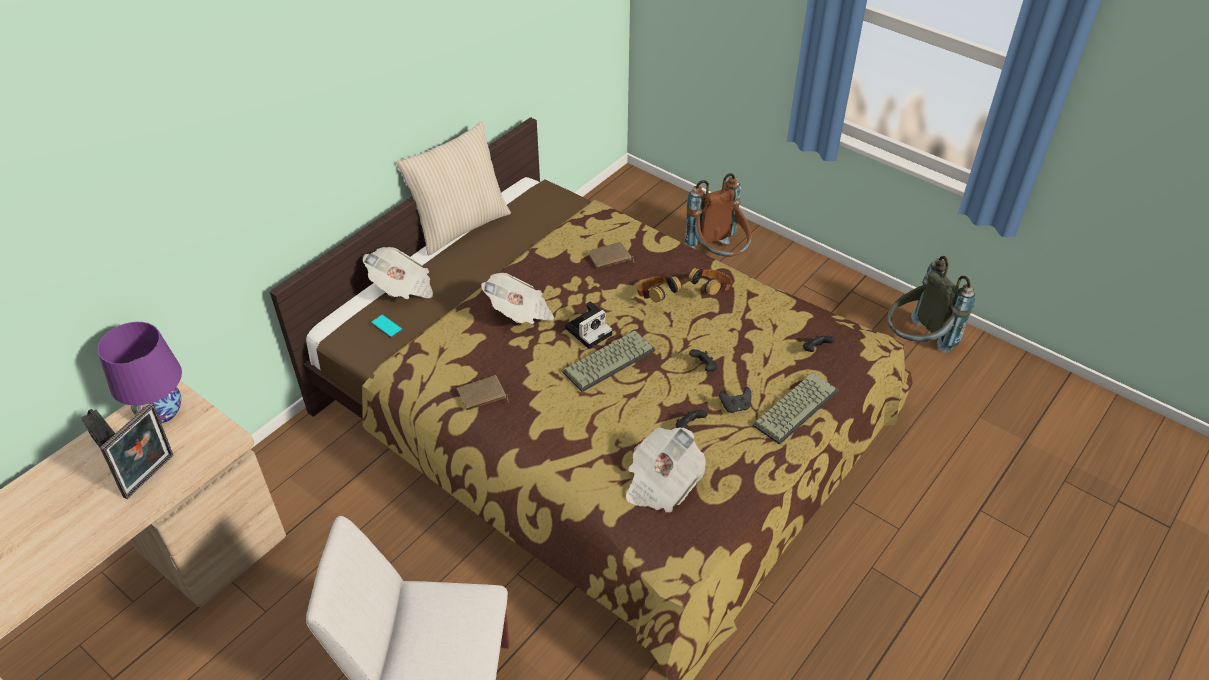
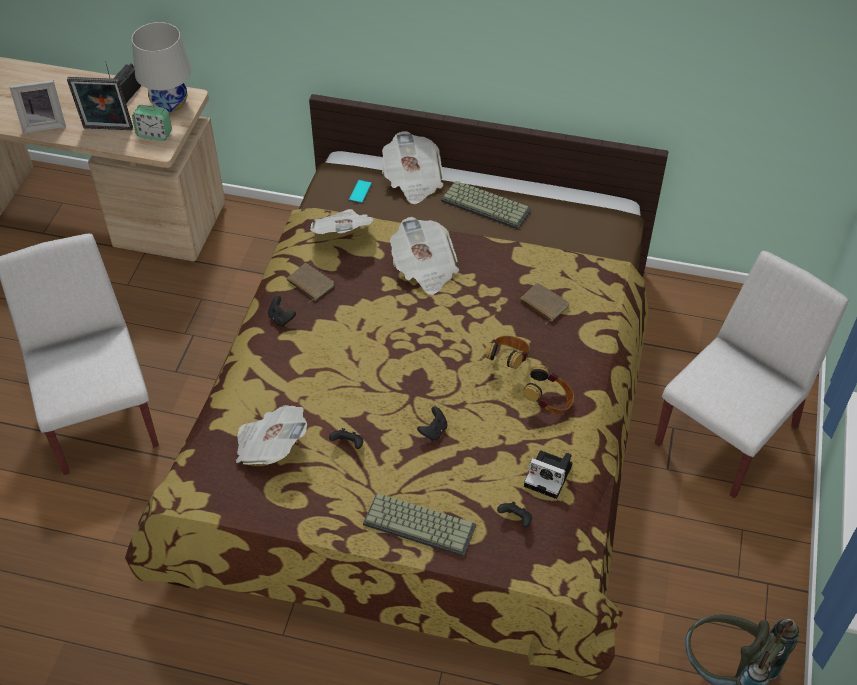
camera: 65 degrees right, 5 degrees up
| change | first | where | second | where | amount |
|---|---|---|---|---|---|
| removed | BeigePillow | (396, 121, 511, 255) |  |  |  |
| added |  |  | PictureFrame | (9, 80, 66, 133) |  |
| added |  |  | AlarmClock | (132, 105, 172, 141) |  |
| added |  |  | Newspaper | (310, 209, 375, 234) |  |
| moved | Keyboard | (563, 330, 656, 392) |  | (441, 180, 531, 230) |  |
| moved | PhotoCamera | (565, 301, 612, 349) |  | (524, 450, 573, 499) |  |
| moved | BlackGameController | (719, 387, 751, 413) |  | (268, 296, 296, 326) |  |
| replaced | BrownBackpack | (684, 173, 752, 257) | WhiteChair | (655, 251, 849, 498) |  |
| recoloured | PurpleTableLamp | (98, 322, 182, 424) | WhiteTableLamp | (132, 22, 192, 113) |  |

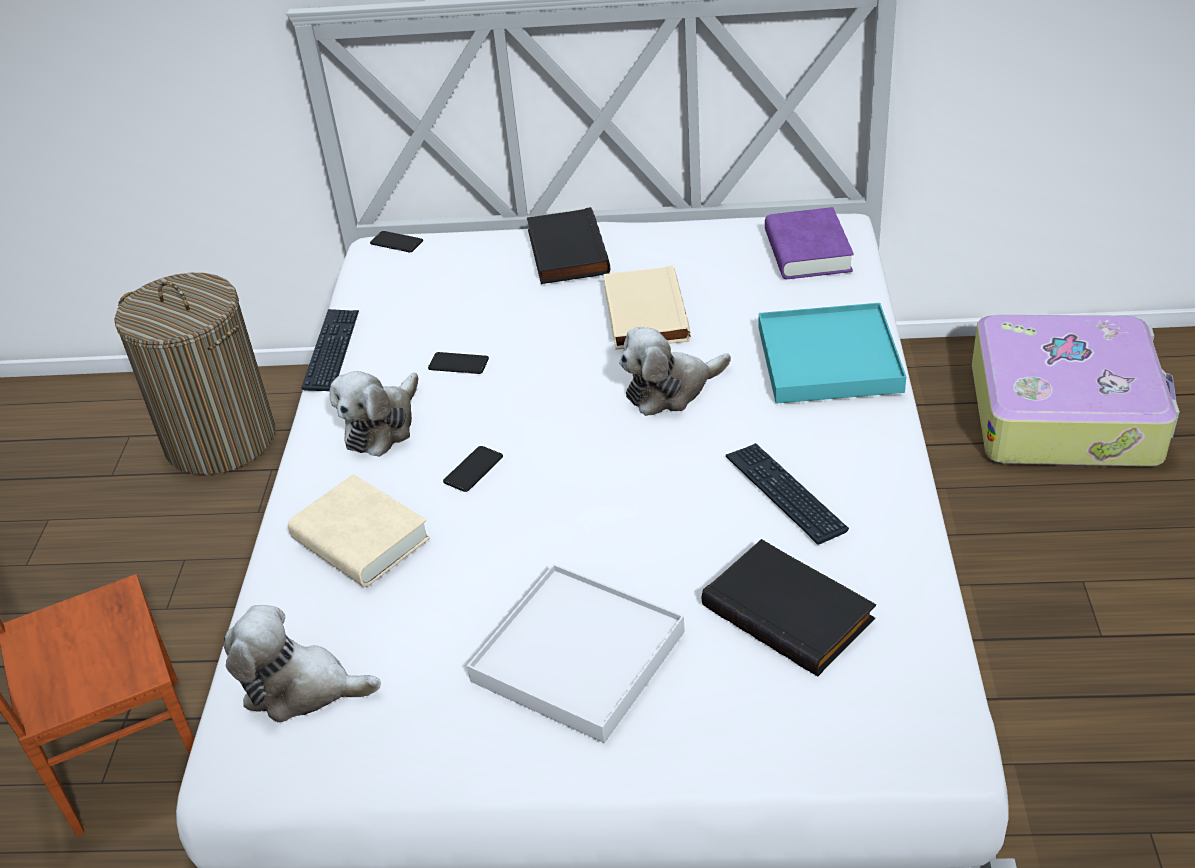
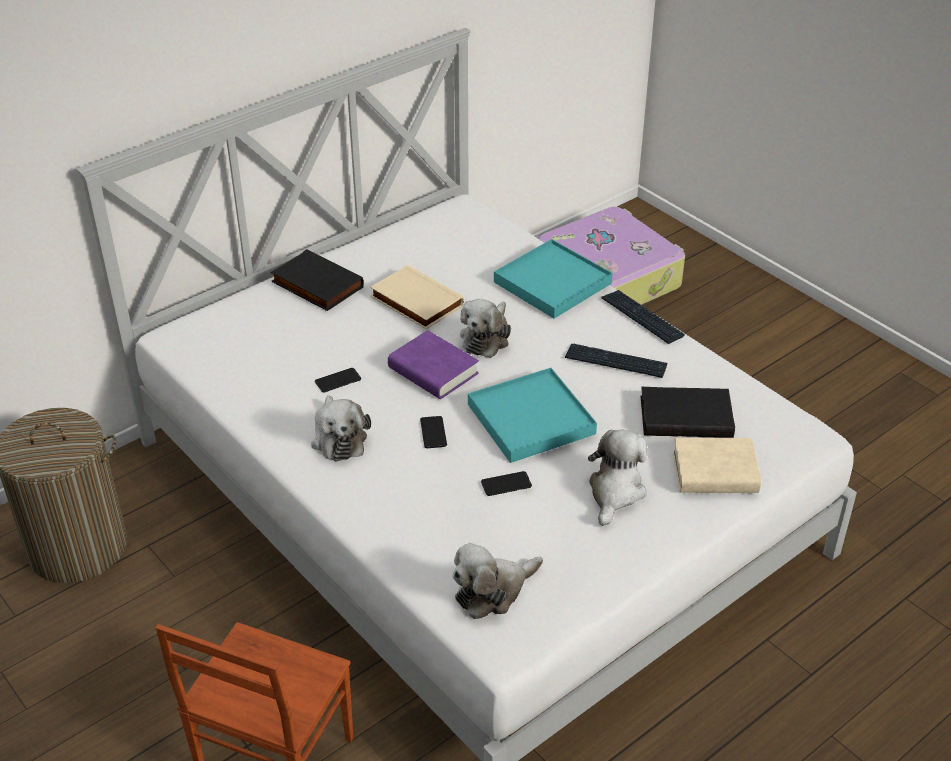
camera: 45 degrees left, 0 degrees up
| change | first | where | second | where | amount |
|---|---|---|---|---|---|
| added |  |  | TurquoiseTray | (468, 368, 597, 463) |  |
| moved | BeigeBook | (288, 474, 430, 587) |  | (673, 438, 761, 493) |  |
| moved | Keyboard | (301, 309, 359, 391) |  | (601, 290, 685, 344) |  |
| moved | Phone | (370, 231, 423, 252) |  | (481, 471, 532, 496) |  |
| moved | PurpleBook | (765, 207, 854, 279) |  | (388, 330, 479, 399) |  |
| replaced | WhiteTray | (467, 564, 685, 743) | PlushToy | (588, 430, 647, 526) |  |

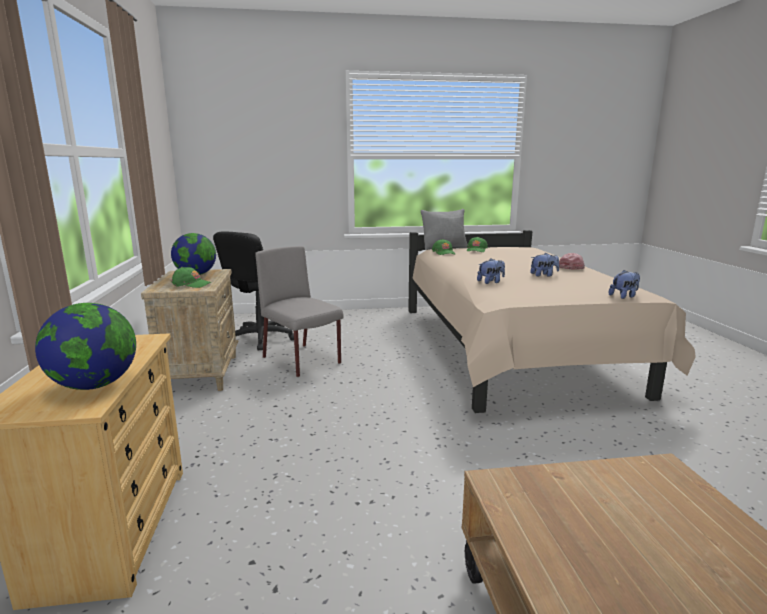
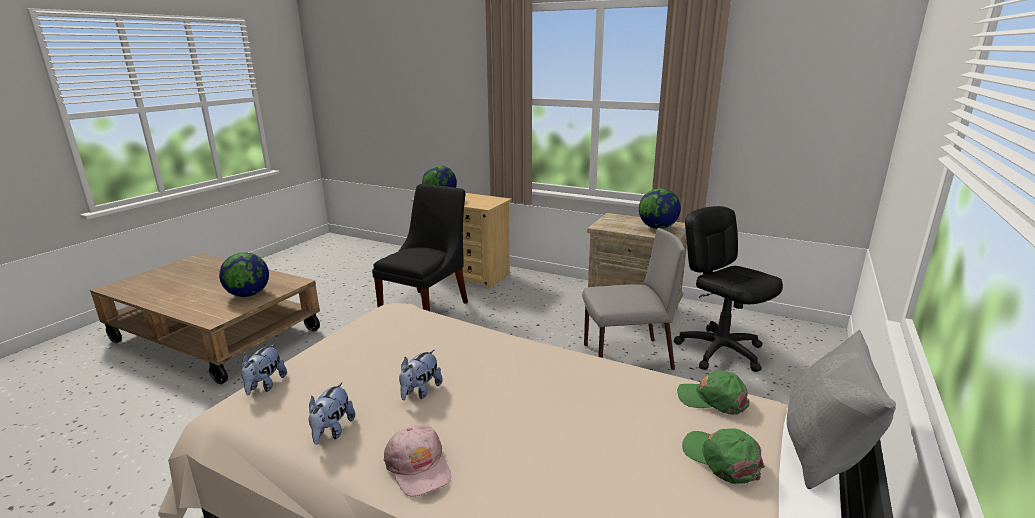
camera: 125 degrees right, 5 degrees up
| change | first | where | second | where | amount |
|---|---|---|---|---|---|
| removed | GreenCap | (171, 267, 212, 288) |  |  |  |
| added |  |  | Globe | (219, 252, 269, 297) |  |
| added |  |  | BlackChair | (372, 184, 468, 311) |  |
| moved | PlushToy | (477, 258, 505, 284) |  | (309, 382, 355, 445) |  |

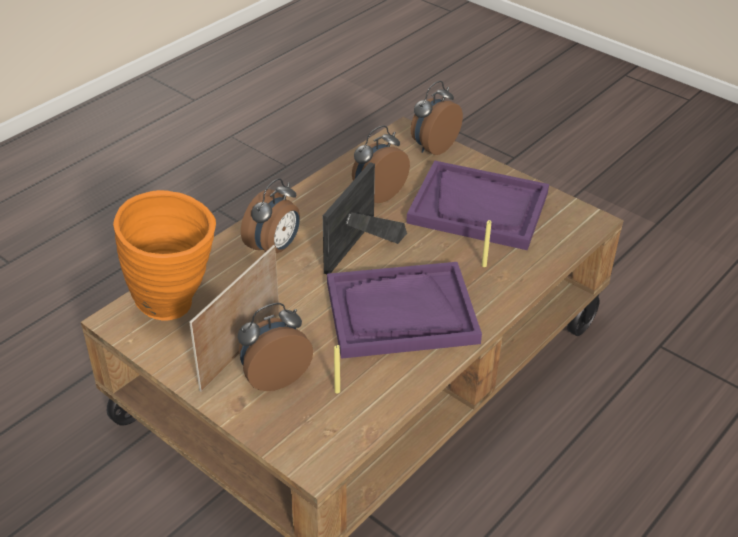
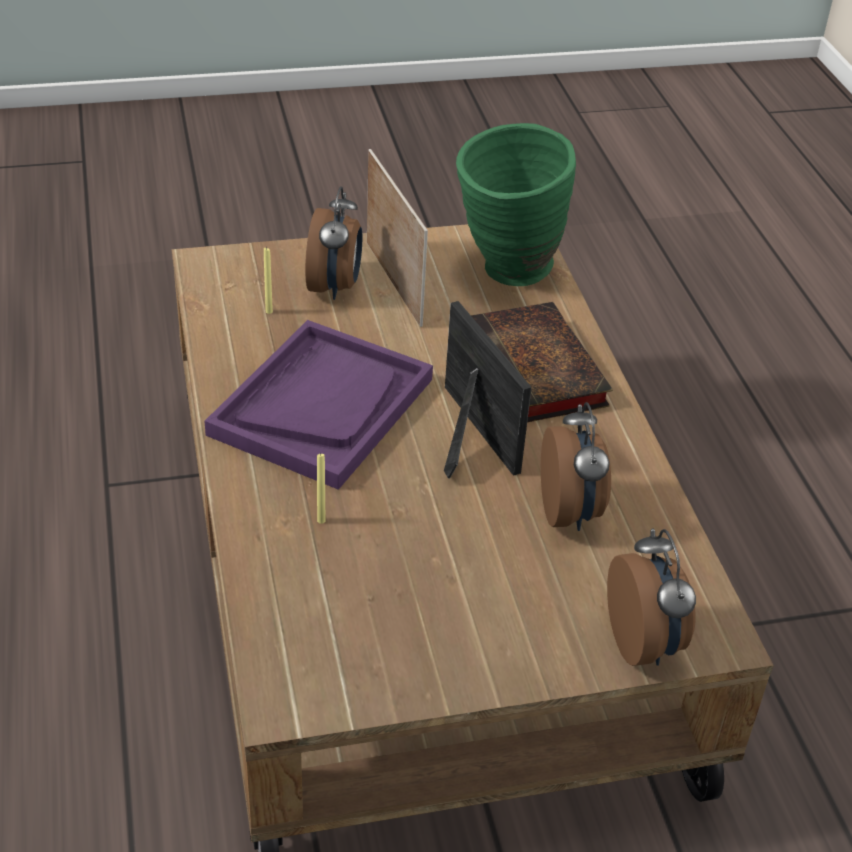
camera: 125 degrees right, 0 degrees up
| change | first | where | second | where | amount |
|---|---|---|---|---|---|
| removed | PurpleTray | (406, 160, 549, 250) |  |  |  |
| replaced | AlarmClock | (241, 178, 300, 253) | Book | (471, 302, 613, 422) |  |
| recoloured | OrangeVase | (113, 190, 216, 321) | GreenVase | (456, 123, 576, 286) |  |

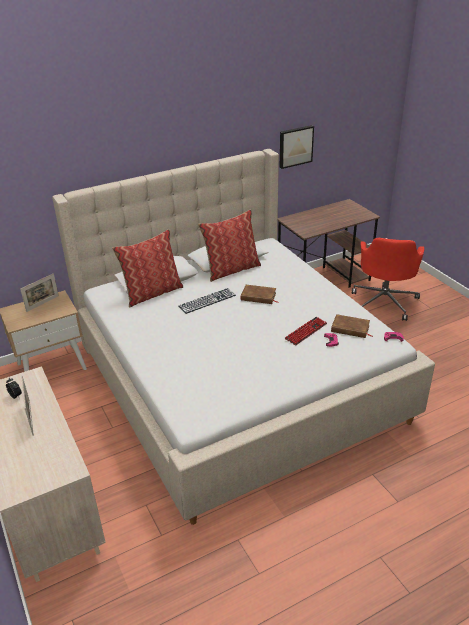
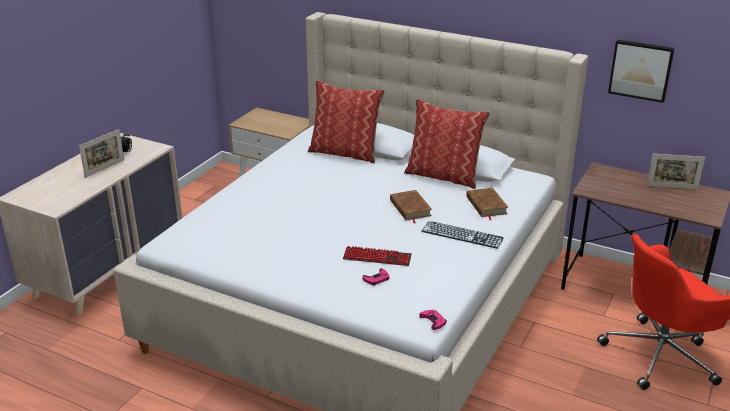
camera: 55 degrees right, 5 degrees down
| change | first | where | second | where | amount |
|---|---|---|---|---|---|
| moved | PictureFrame | (20, 273, 59, 312) |  | (647, 154, 705, 189) |  |
| moved | Keyboard | (179, 288, 236, 314) |  | (421, 221, 504, 249) |  |
| moved | BrownBook | (331, 314, 372, 338) |  | (466, 188, 508, 220) |  |

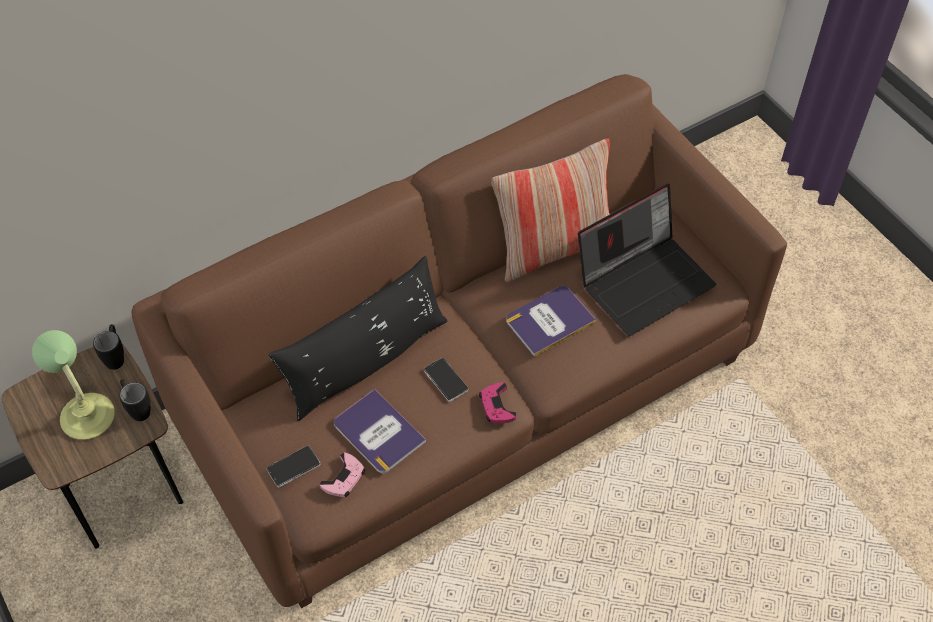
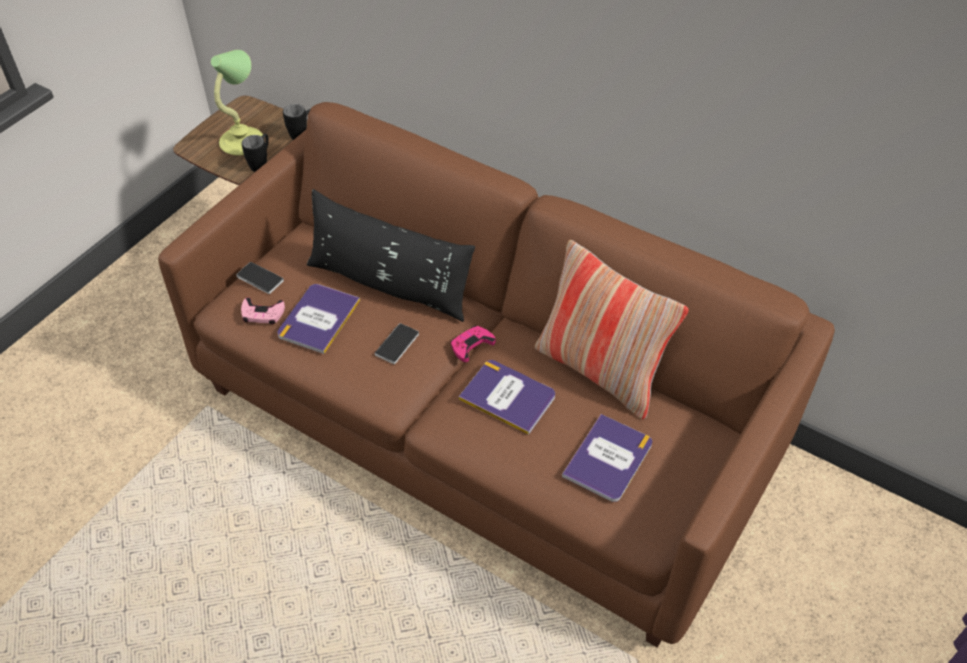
camera: 65 degrees right, 5 degrees down
| change | first | where | second | where | amount |
|---|---|---|---|---|---|
| moved | PinkGameController | (479, 382, 516, 423) |  | (451, 326, 496, 362) |  |
| replaced | Laptop | (578, 184, 716, 336) | Book | (562, 414, 652, 502) |  |

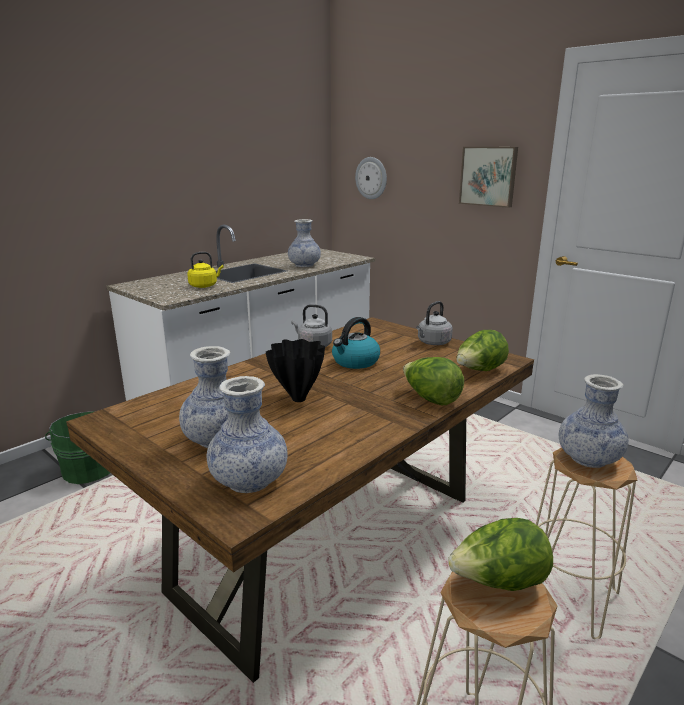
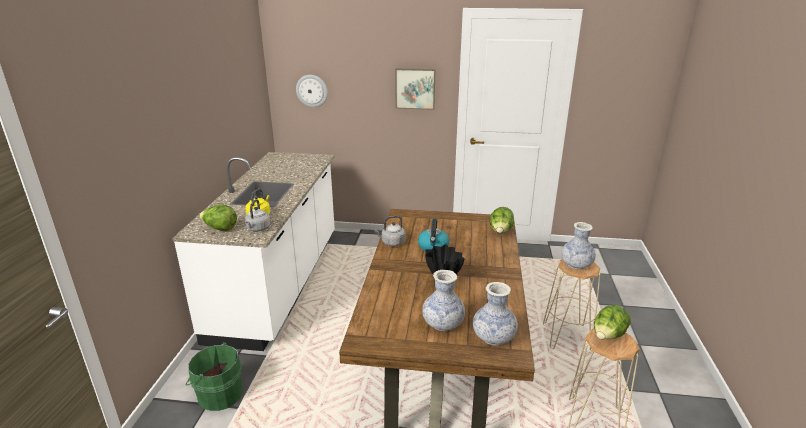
camera: 35 degrees left, 5 degrees up
| change | first | where | second | where | amount |
|---|---|---|---|---|---|
| removed | Vase | (288, 219, 321, 267) |  |  |  |
| moved | Lettuce | (403, 357, 464, 405) |  | (199, 205, 237, 231) |  |
| moved | GreyKettle | (416, 301, 453, 345) |  | (245, 199, 271, 232) |  |

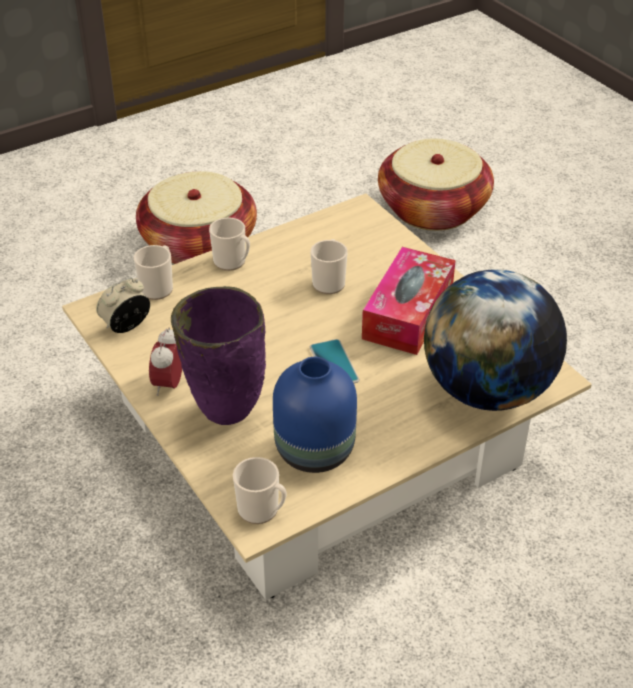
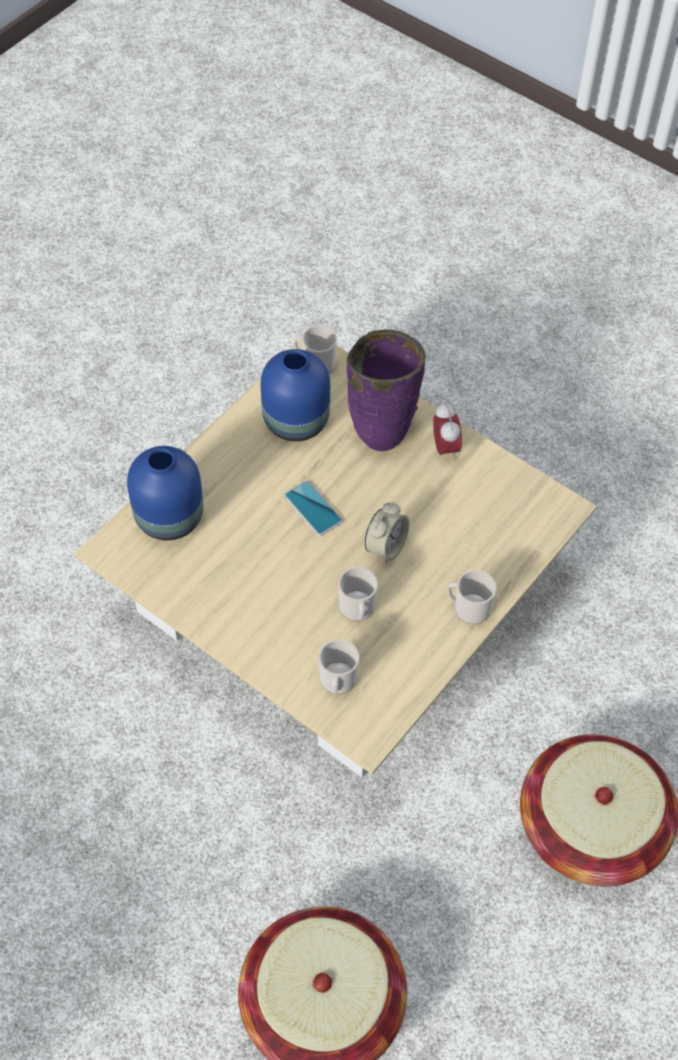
camera: 160 degrees right, 15 degrees up
| change | first | where | second | where | amount |
|---|---|---|---|---|---|
| removed | TissueBox | (362, 247, 456, 355) |  |  |  |
| moved | AlarmClock | (96, 277, 150, 333) |  | (365, 502, 409, 563) |  |
| moved | Mug | (134, 245, 173, 300) |  | (319, 639, 359, 694) |  |
| replaced | Globe | (424, 269, 567, 411) | BlueVase | (127, 446, 203, 540) |  |

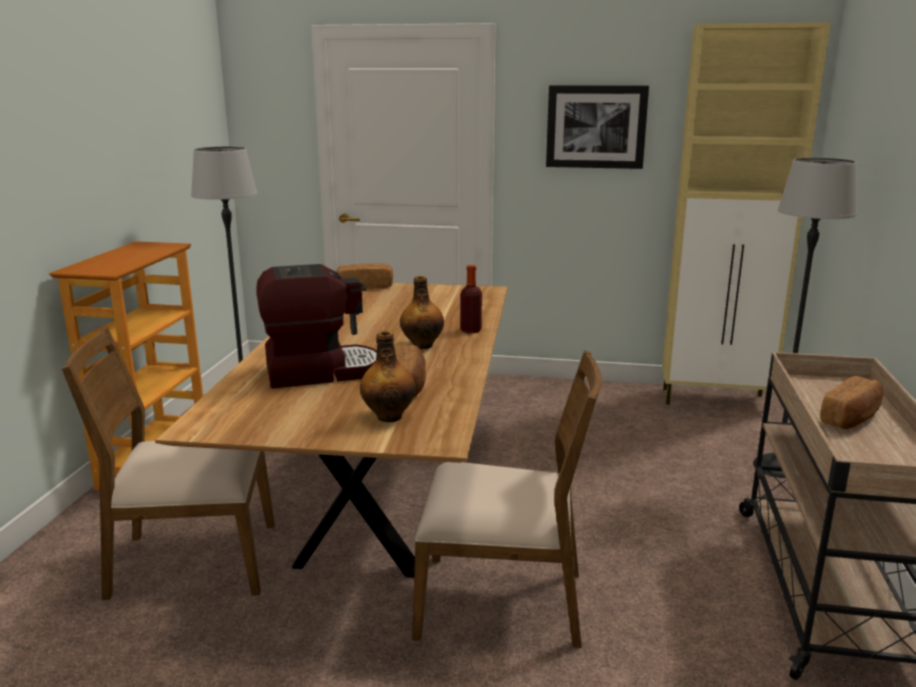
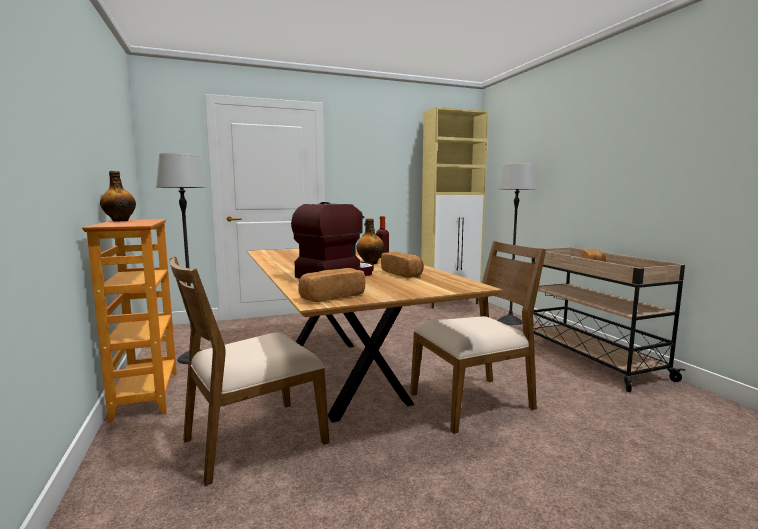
camera: 30 degrees left, 10 degrees down
| change | first | where | second | where | amount |
|---|---|---|---|---|---|
| removed | Picture | (546, 85, 649, 169) |  |  |  |
| moved | Bread | (336, 264, 393, 289) |  | (298, 268, 365, 302) |  |
| moved | Bottle | (360, 331, 416, 422) |  | (100, 171, 136, 221) |  |

